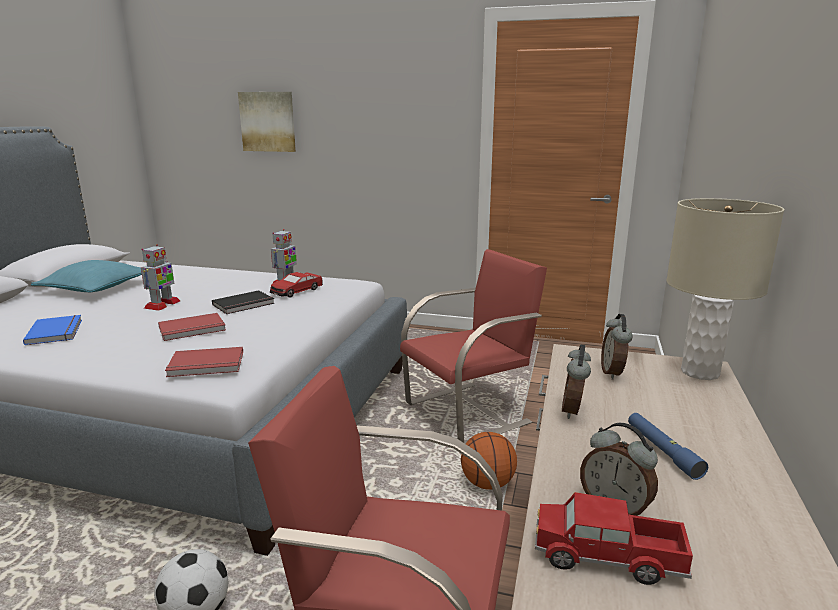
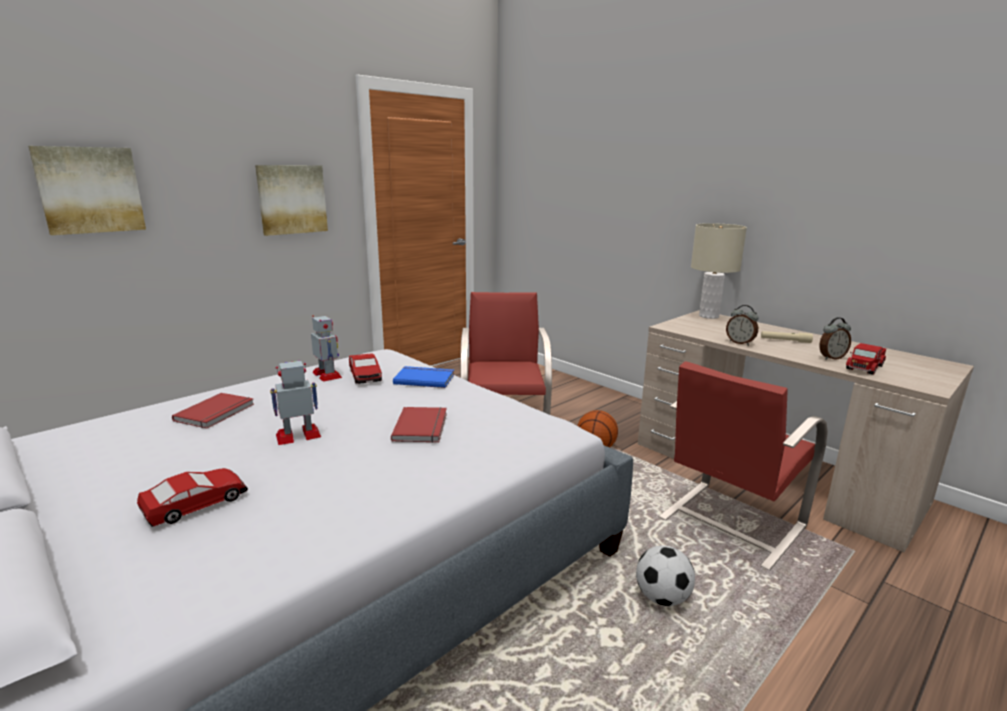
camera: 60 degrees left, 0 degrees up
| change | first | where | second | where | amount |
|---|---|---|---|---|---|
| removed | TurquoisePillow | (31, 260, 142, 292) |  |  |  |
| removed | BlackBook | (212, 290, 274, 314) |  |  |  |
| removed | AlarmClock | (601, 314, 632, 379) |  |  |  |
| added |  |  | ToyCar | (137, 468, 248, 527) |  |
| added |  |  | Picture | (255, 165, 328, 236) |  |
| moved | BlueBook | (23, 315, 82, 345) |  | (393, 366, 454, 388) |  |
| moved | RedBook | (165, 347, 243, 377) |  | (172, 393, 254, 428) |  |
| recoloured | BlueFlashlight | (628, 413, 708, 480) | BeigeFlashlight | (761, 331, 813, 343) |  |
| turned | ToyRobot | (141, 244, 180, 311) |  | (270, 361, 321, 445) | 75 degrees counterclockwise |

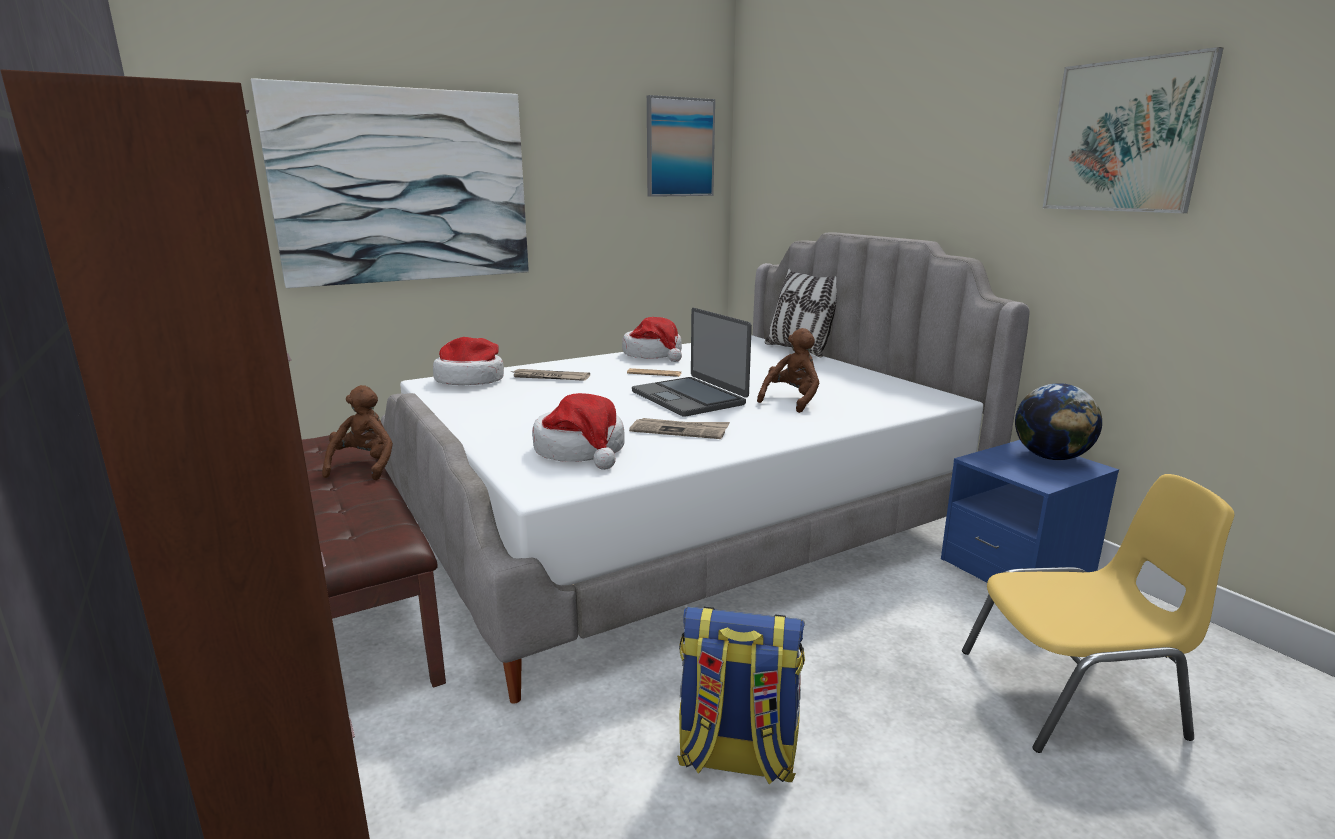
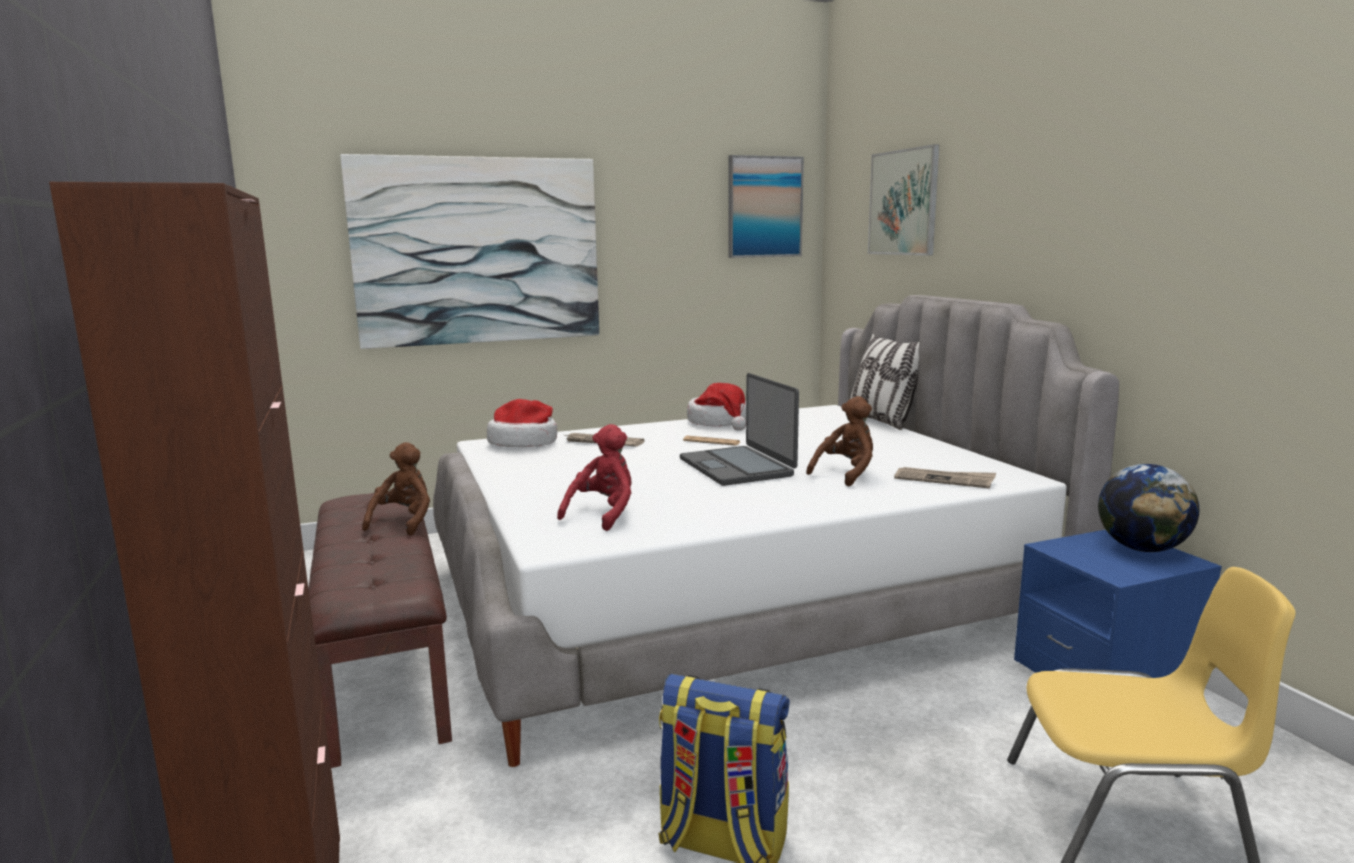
camera: 10 degrees right, 5 degrees down
| change | first | where | second | where | amount |
|---|---|---|---|---|---|
| moved | Newspaper | (629, 418, 730, 439) |  | (894, 467, 996, 488) |  |
| moved | Picture | (1043, 47, 1223, 213) |  | (868, 144, 940, 256) |  |
| replaced | Hat | (532, 393, 625, 470) | RedPlushToy | (557, 424, 631, 531) |  |

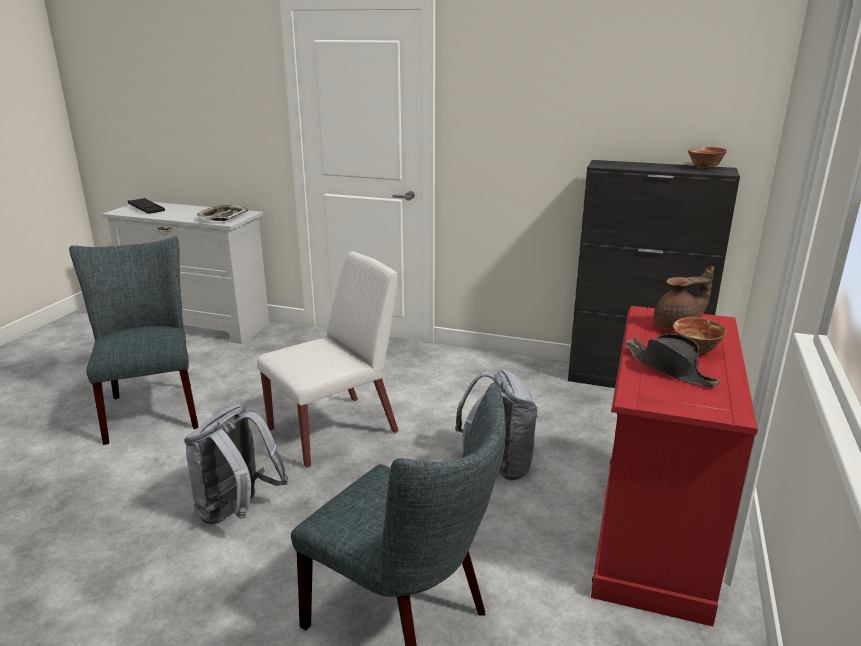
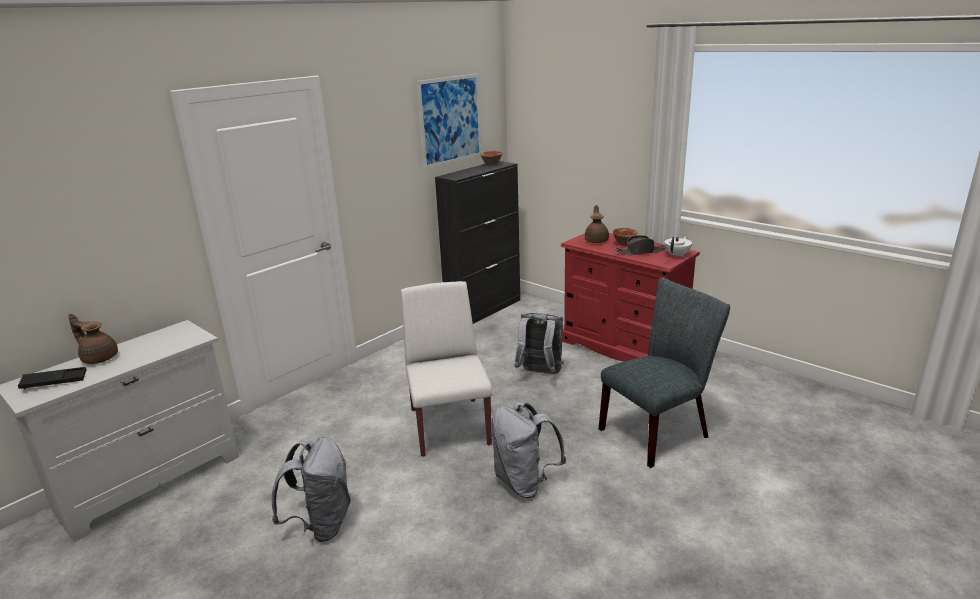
camera: 65 degrees left, 0 degrees up
| change | first | where | second | where | amount |
|---|---|---|---|---|---|
| removed | Tray | (197, 205, 248, 221) |  |  |  |
| added |  |  | BrownTeapot | (68, 314, 118, 364) |  |
| added |  |  | Picture | (417, 74, 482, 169) |  |
| added |  |  | WhiteTeapot | (665, 237, 692, 257) |  |
| replaced | GreyChair | (69, 236, 199, 445) | GreyBackpack | (272, 437, 351, 542) |  |

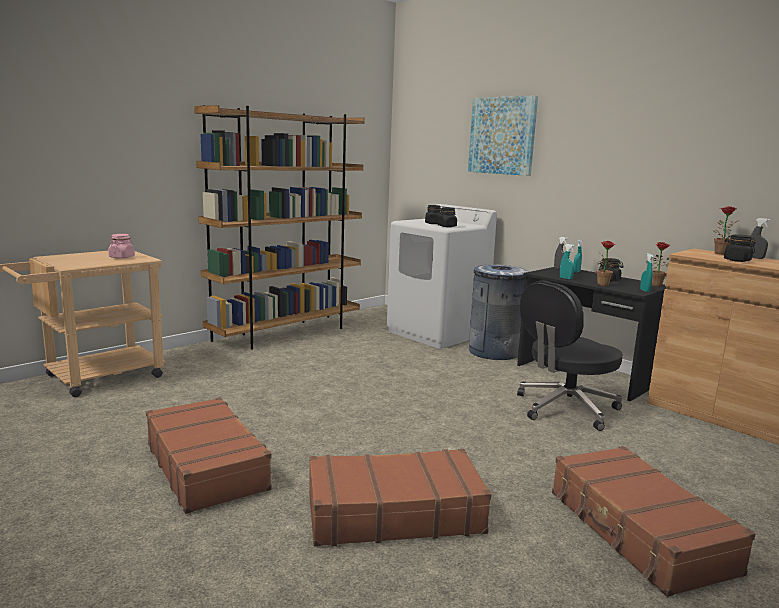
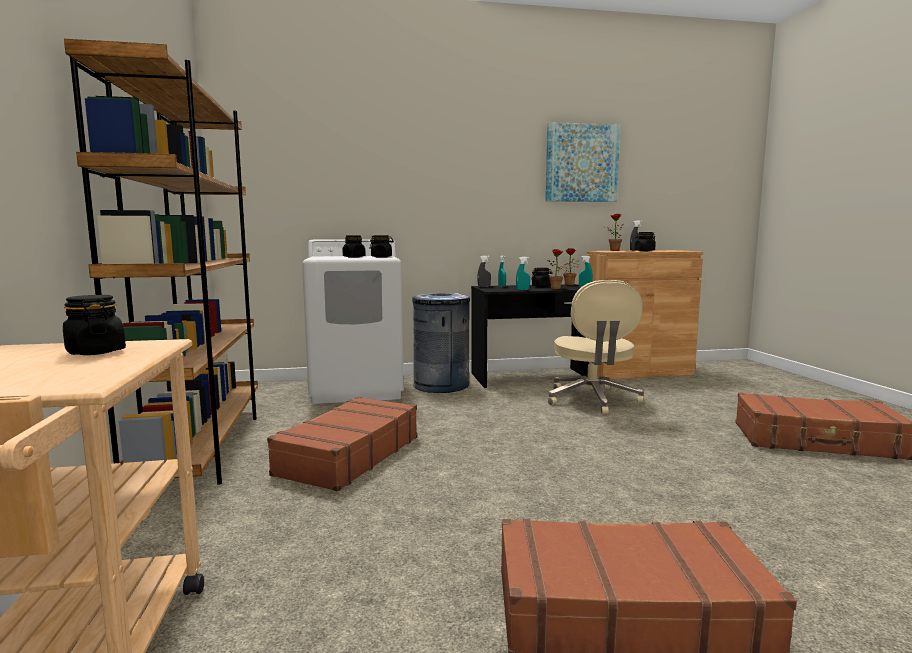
camera: 55 degrees left, 5 degrees down
| change | first | where | second | where | amount |
|---|---|---|---|---|---|
| moved | BrownSuitcase | (309, 449, 492, 546) |  | (267, 397, 418, 491) |  |
| moved | Picture | (468, 96, 538, 176) |  | (545, 122, 620, 202) |  |
| recoloured | PinkJar | (108, 234, 135, 259) | BlackJar | (63, 295, 126, 355) |  |
| recoloured | BlackOfficeChair | (517, 280, 623, 431) | BeigeOfficeChair | (548, 280, 644, 415) |  |

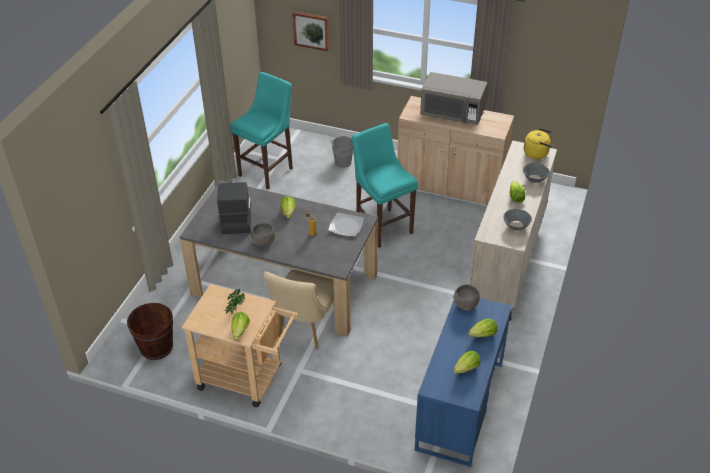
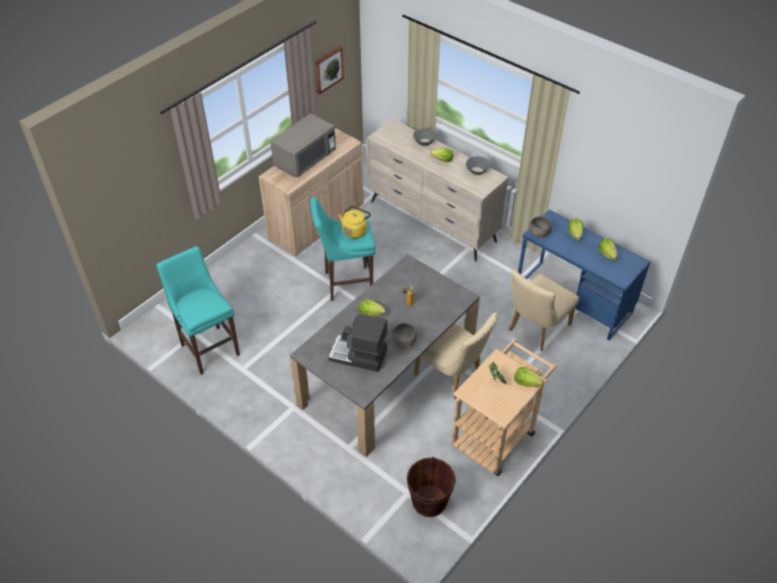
camera: 70 degrees left, 5 degrees up
| change | first | where | second | where | amount |
|---|---|---|---|---|---|
| removed | Plate | (328, 213, 364, 237) |  |  |  |
| removed | GreyBucket | (331, 136, 353, 168) |  |  |  |
| added |  |  | BeigeChair | (509, 270, 579, 351) |  |
| moved | Picture | (293, 11, 329, 51) |  | (315, 46, 344, 95) |  |
| moved | YellowKettle | (524, 128, 553, 159) |  | (339, 206, 371, 239) |  |

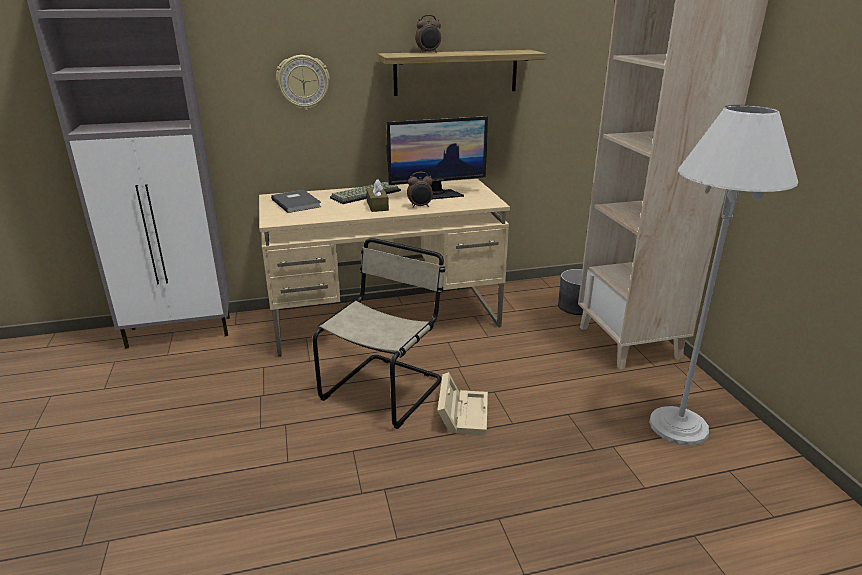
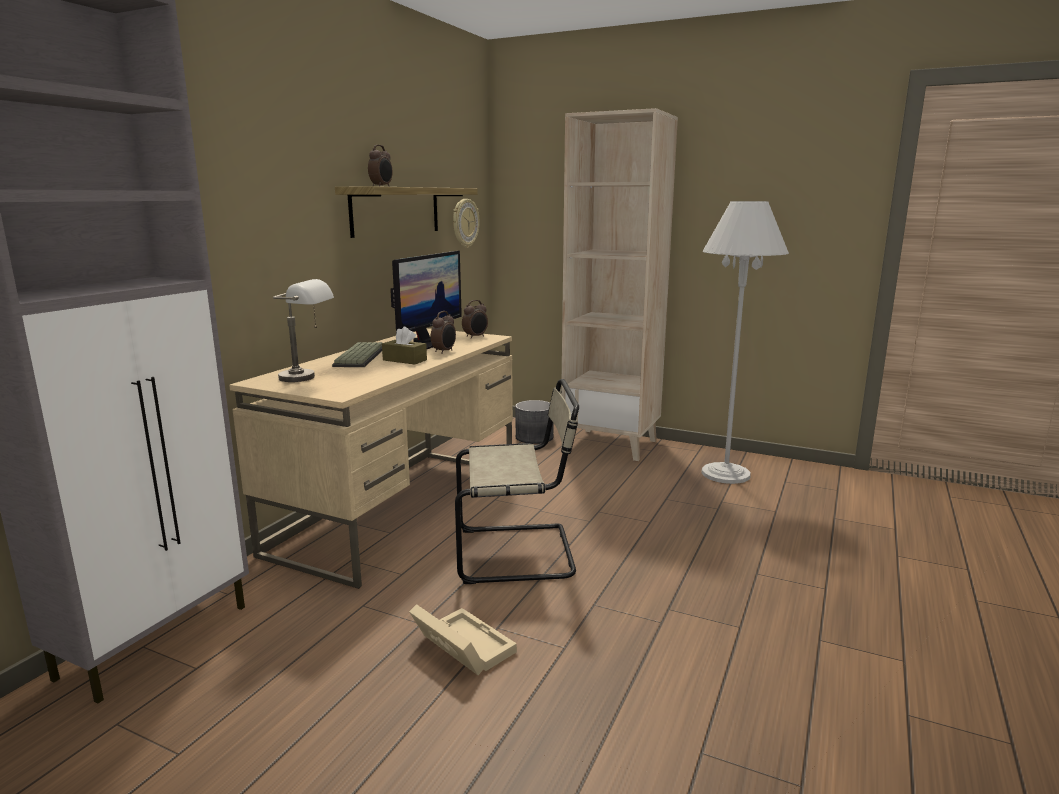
camera: 50 degrees left, 10 degrees down
| change | first | where | second | where | amount |
|---|---|---|---|---|---|
| added |  |  | AlarmClock | (462, 300, 488, 339) |  |
| moved | WallClock | (276, 55, 330, 110) |  | (453, 199, 480, 248) |  |
| moved | BeigeStorageBox | (437, 372, 488, 436) |  | (409, 604, 517, 675) |  |
| replaced | GreyBook | (271, 190, 321, 213) | GreyTableLamp | (273, 279, 334, 382) |  |
| turned | BeigeChair | (312, 238, 445, 429) |  | (455, 379, 579, 584) | 105 degrees clockwise |

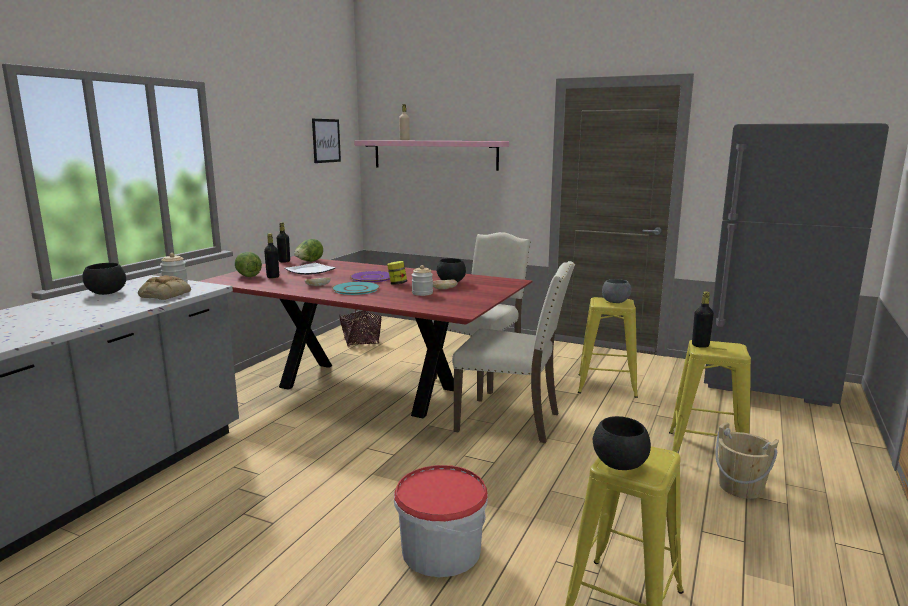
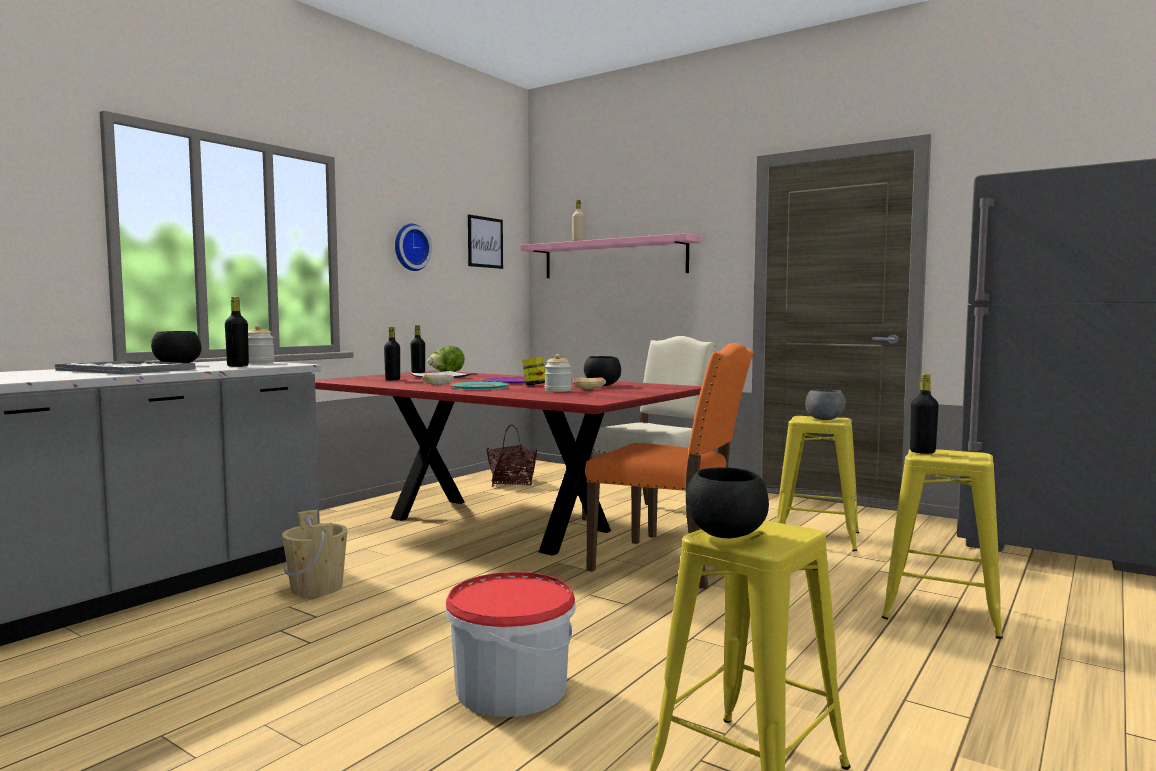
camera: 10 degrees right, 10 degrees down
| change | first | where | second | where | amount |
|---|---|---|---|---|---|
| removed | Lettuce | (235, 252, 262, 277) |  |  |  |
| added |  |  | Tray | (55, 360, 196, 374) |  |
| added |  |  | WallClock | (395, 224, 432, 271) |  |
| moved | BeigeBucket | (715, 422, 779, 499) |  | (282, 510, 348, 597) |  |
| replaced | Bread | (138, 275, 191, 300) | BlackBottle | (225, 297, 249, 367) |  |
| recoloured | BeigeChair | (452, 261, 575, 443) | OrangeChair | (585, 343, 754, 589) |  |

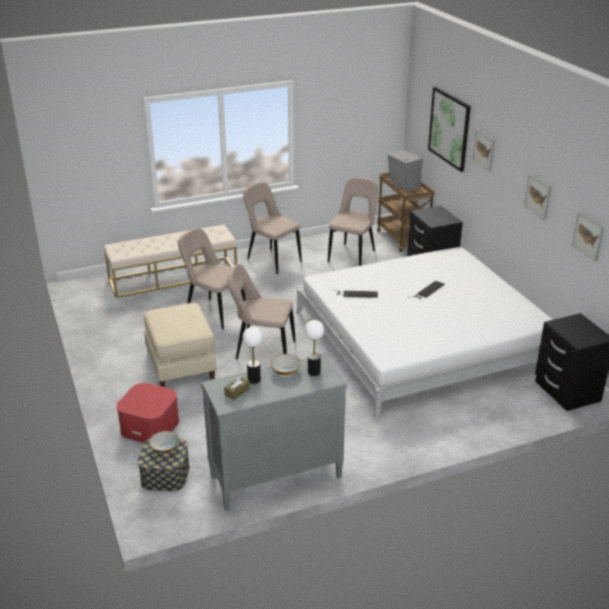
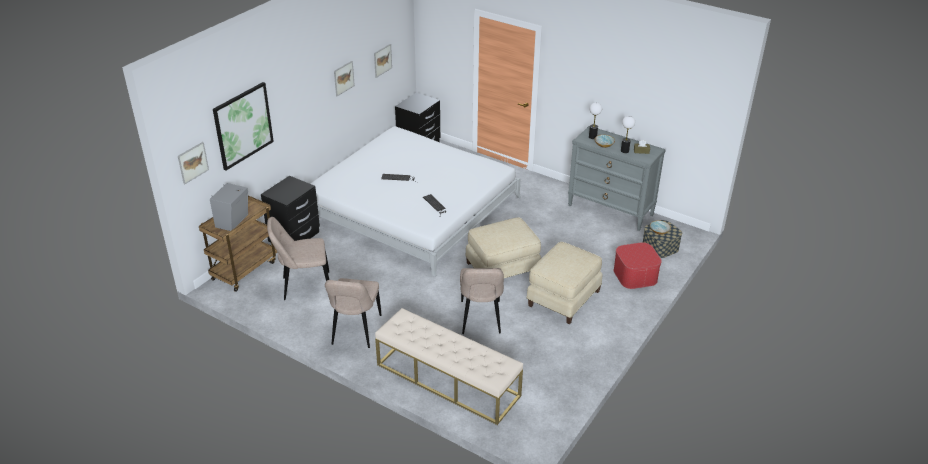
camera: 125 degrees left, 5 degrees up
| change | first | where | second | where | amount |
|---|---|---|---|---|---|
| moved | Picture | (473, 130, 495, 172) |  | (178, 142, 209, 184) |  |
| replaced | BeigeChair | (227, 264, 296, 359) | BeigeOttoman | (465, 217, 541, 278) |  |

